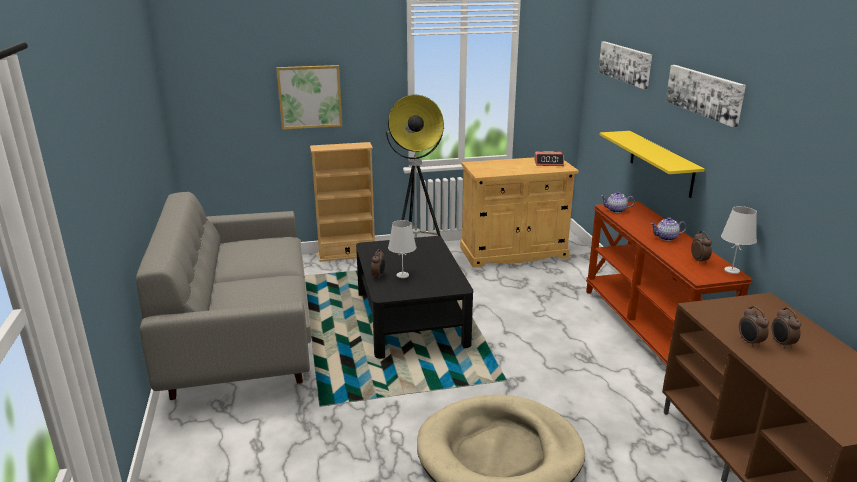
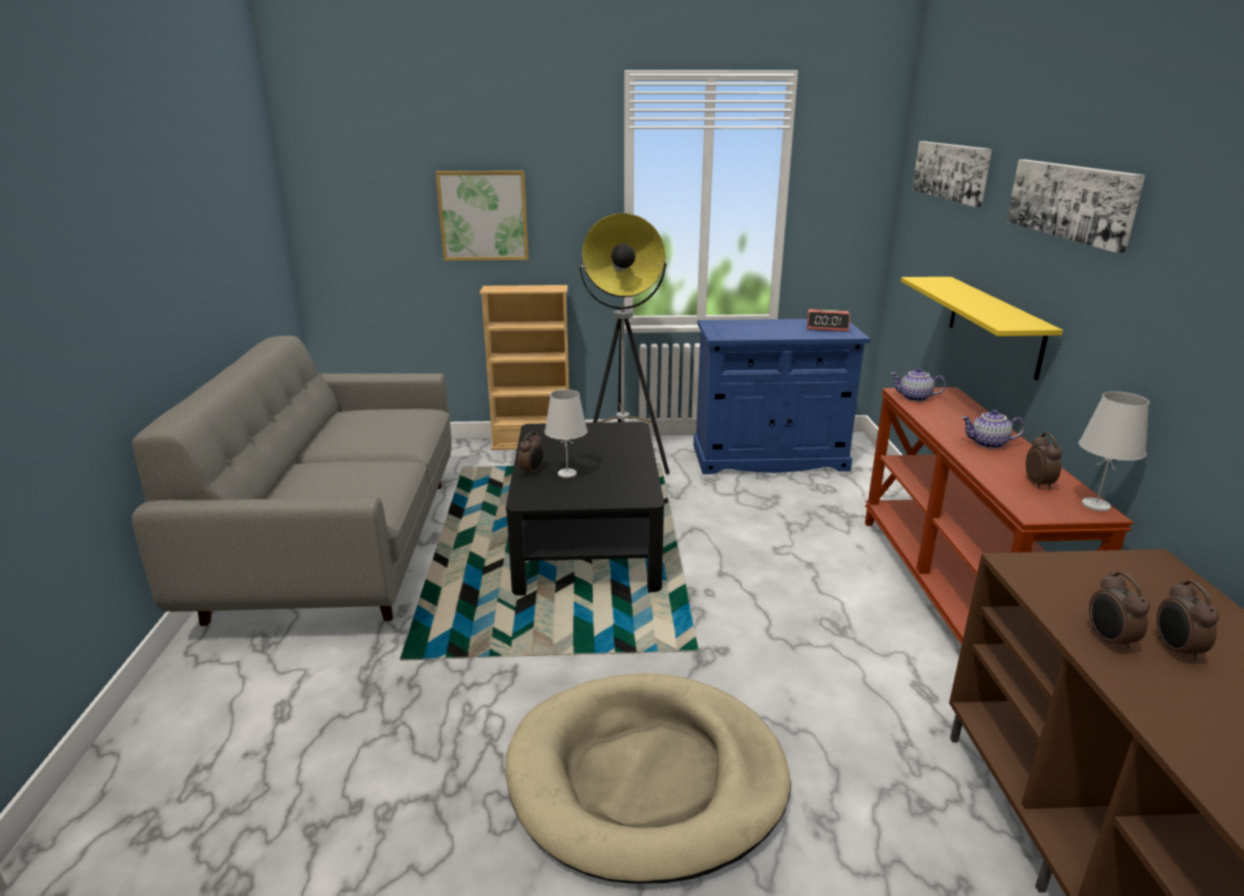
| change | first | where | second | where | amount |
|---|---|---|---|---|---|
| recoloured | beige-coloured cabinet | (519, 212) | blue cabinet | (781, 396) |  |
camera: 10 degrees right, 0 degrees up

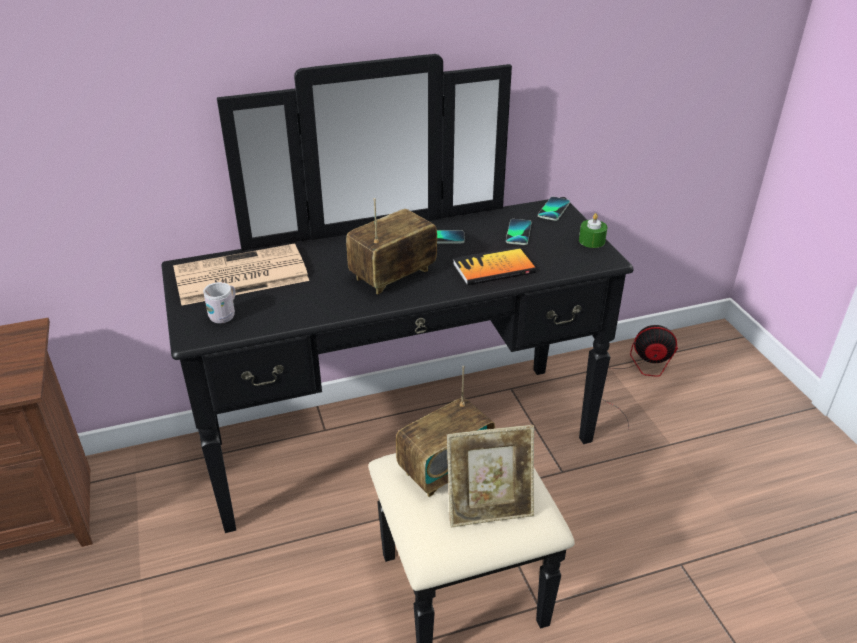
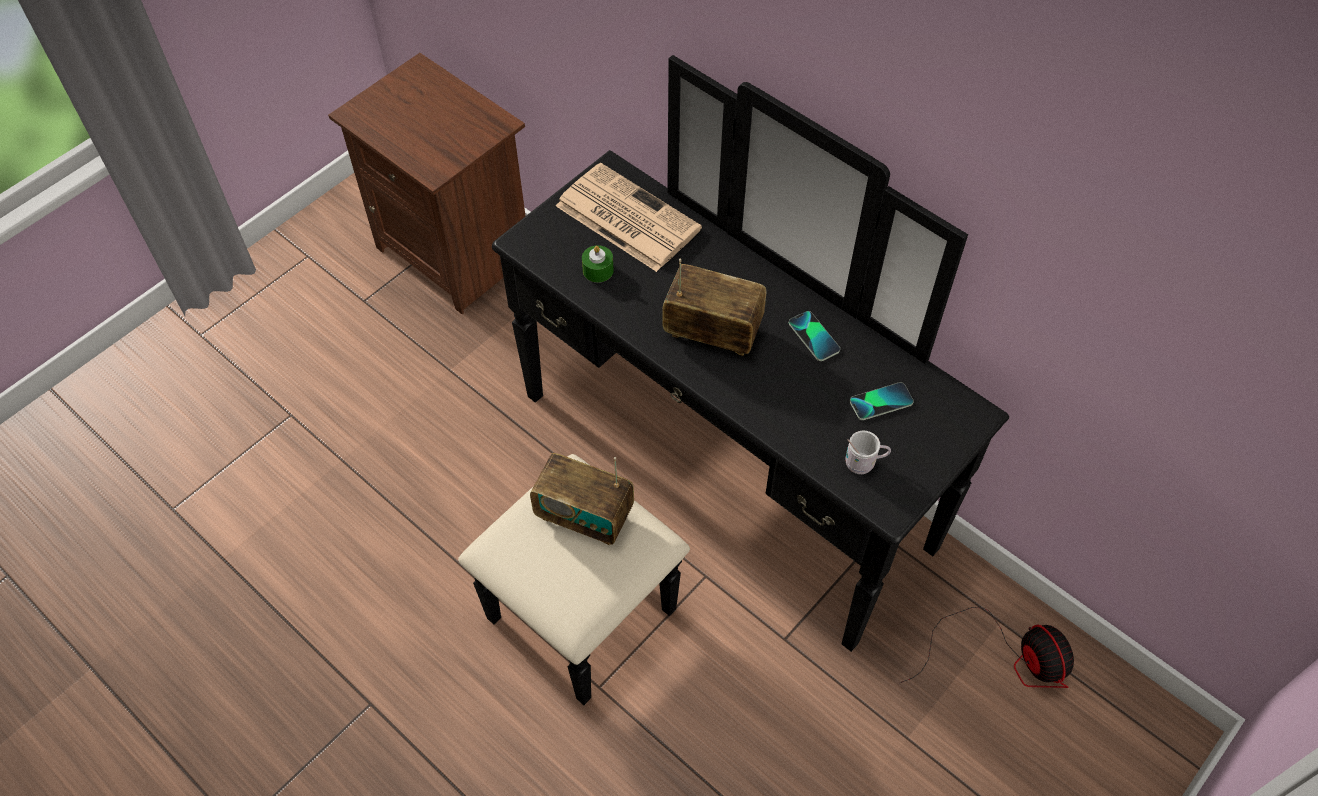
| change | first | where | second | where | amount |
|---|---|---|---|---|---|
| removed | phone | (554, 209) |  |  |  |
| moved | greenish candle | (593, 230) |  | (598, 264) |  |
| removed | volume | (494, 266) |  |  |  |
| moved | whitish coffee mug | (219, 302) |  | (868, 452) |  |
| removed | photo frame | (490, 476) |  |  |  |
camera: 60 degrees right, 20 degrees up

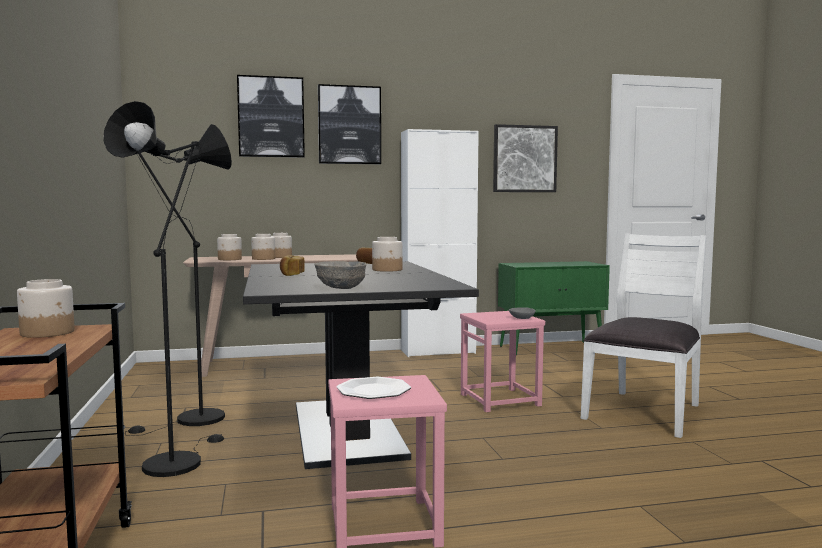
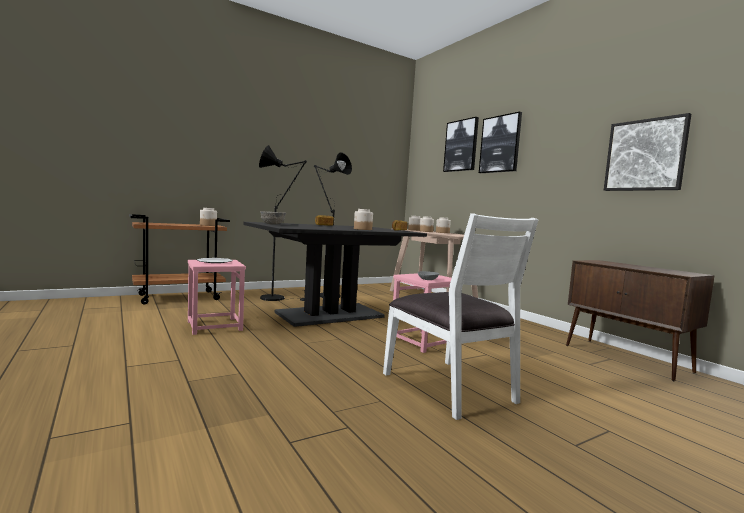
| change | first | where | second | where | amount |
|---|---|---|---|---|---|
| removed | whitish cabinet | (440, 243) |  |  |  |
| turned | whitish plain chair | (643, 335) |  | (460, 316) | 45 degrees clockwise |
| recoloured | greenish cabinet | (554, 308) | brown-coloured cabinet | (640, 320) |  |
camera: 70 degrees right, 0 degrees up

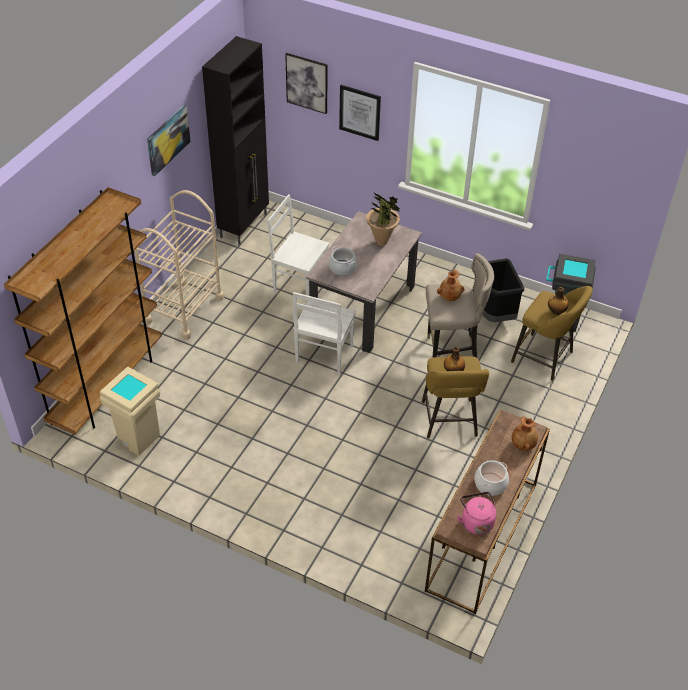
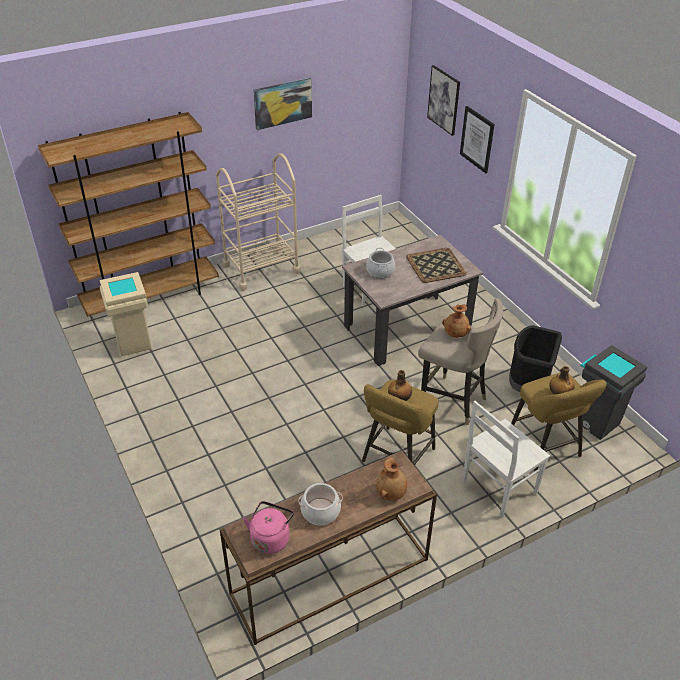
| change | first | where | second | where | amount |
|---|---|---|---|---|---|
| removed | blackish cabinet | (235, 140) |  |  |  |
| replaced | potted plant | (383, 219) | carrying tray | (436, 265) |  |
| moved | whitish plain chair | (324, 333) |  | (506, 459) |  |
camera: 35 degrees right, 5 degrees down

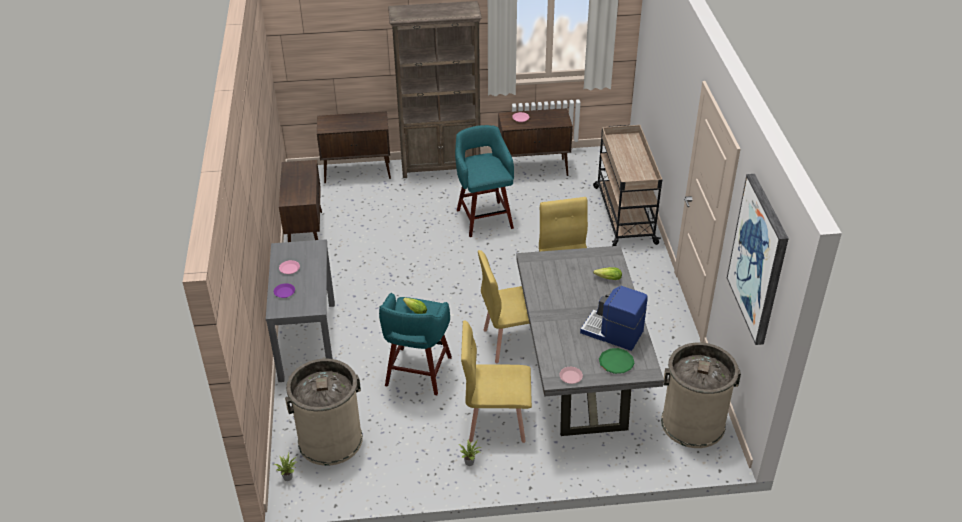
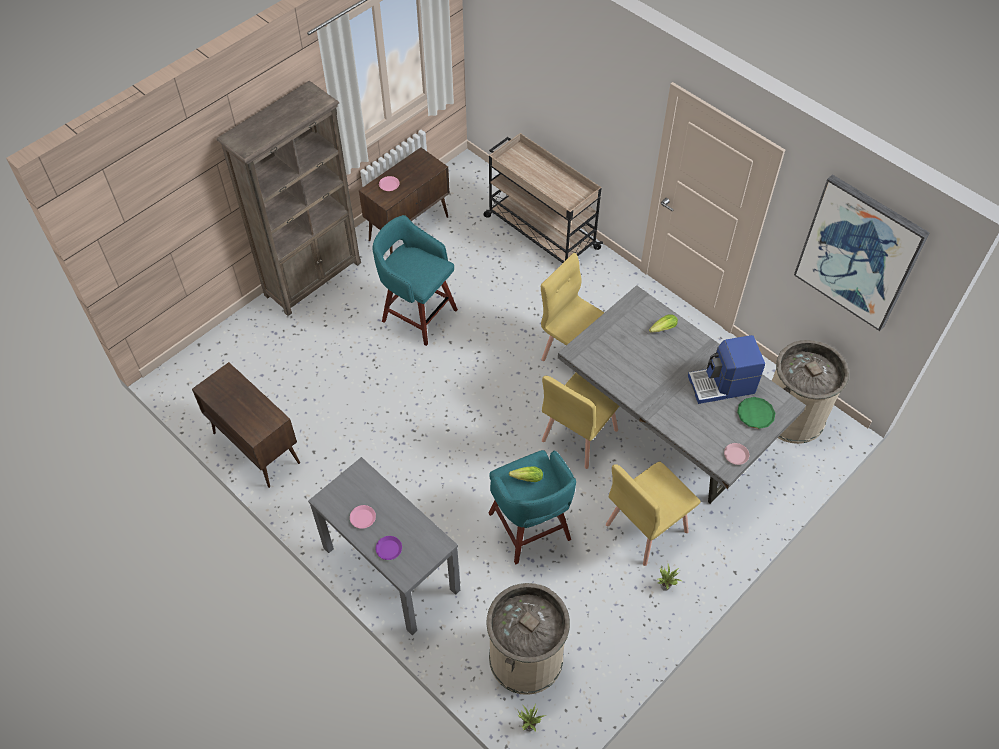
| change | first | where | second | where | amount |
|---|---|---|---|---|---|
| removed | brown-coloured cabinet | (354, 147) |  |  |  |
camera: 40 degrees left, 15 degrees up

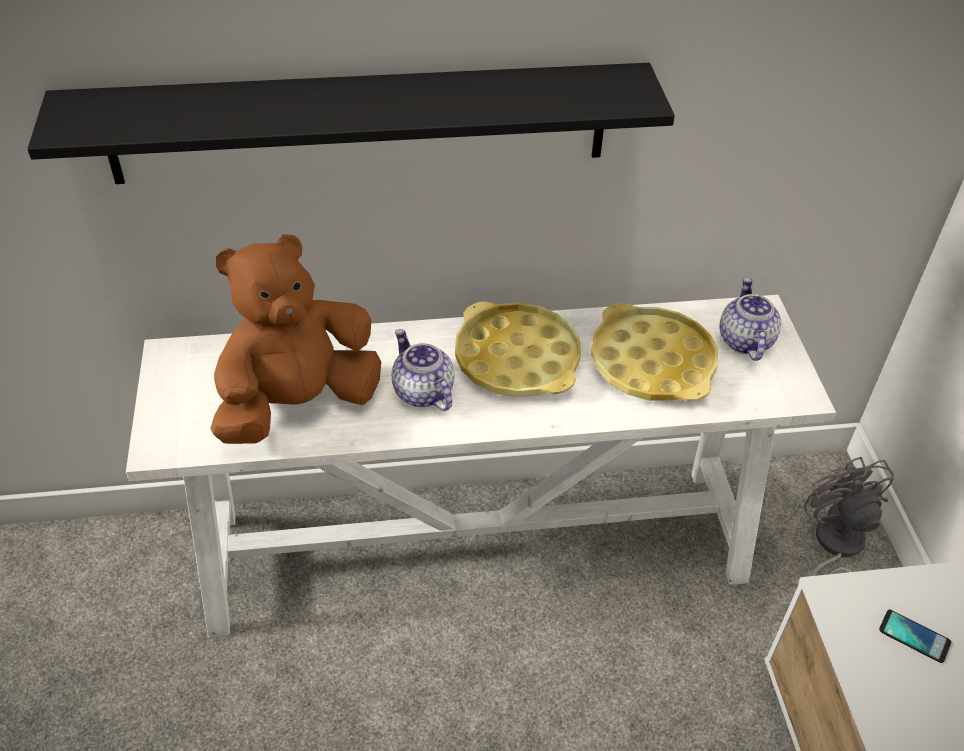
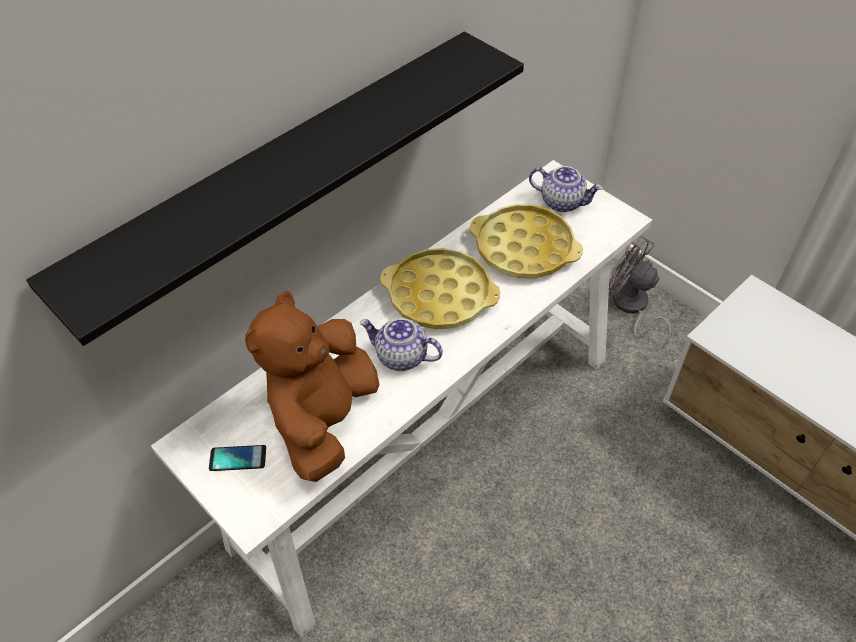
| change | first | where | second | where | amount |
|---|---|---|---|---|---|
| turned | tea pot | (750, 319) |  | (566, 189) | 150 degrees clockwise |
| moved | phone | (915, 636) |  | (237, 458) |  |
camera: 35 degrees left, 5 degrees up

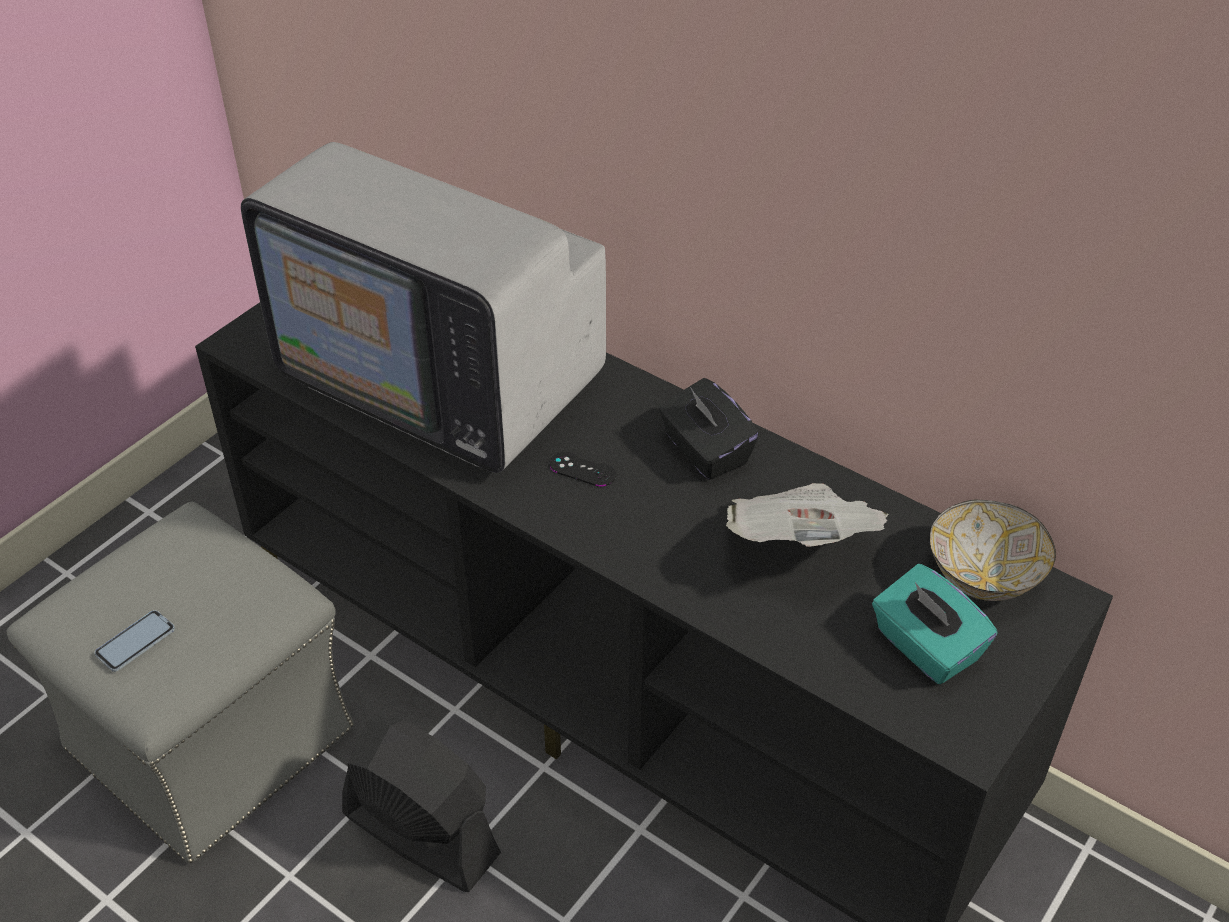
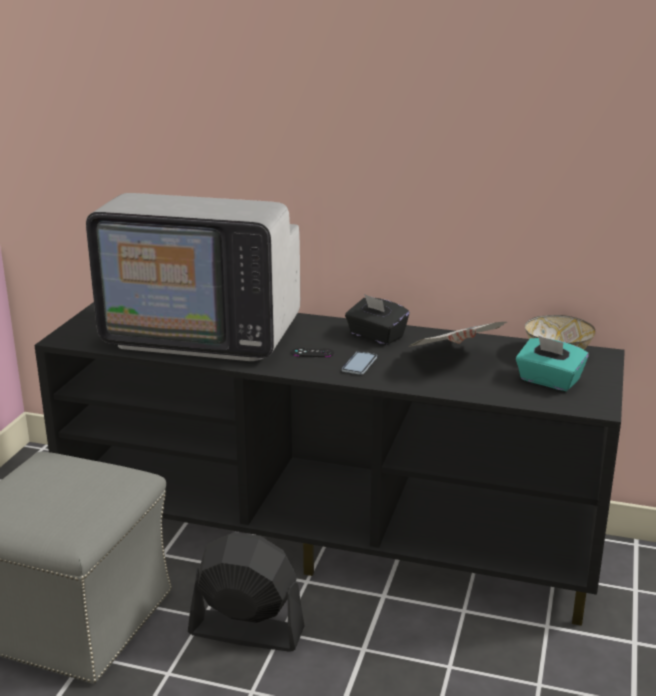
| change | first | where | second | where | amount |
|---|---|---|---|---|---|
| moved | phone | (135, 641) |  | (359, 363) |  |
camera: 20 degrees left, 20 degrees down

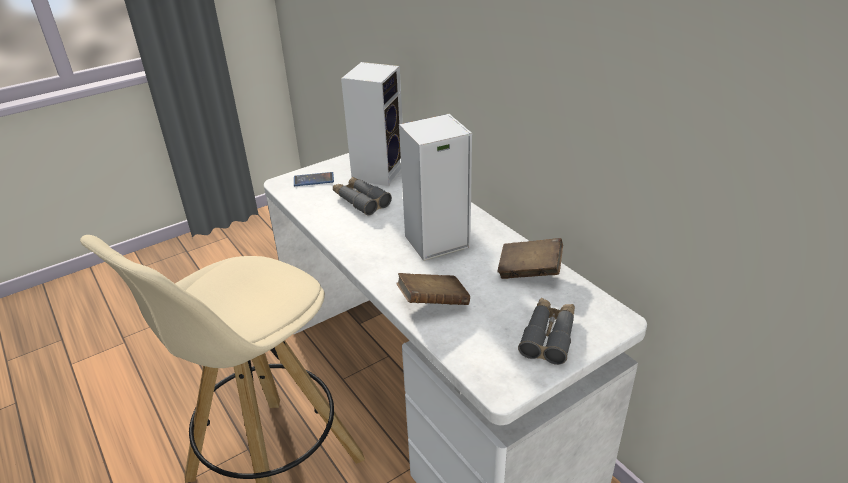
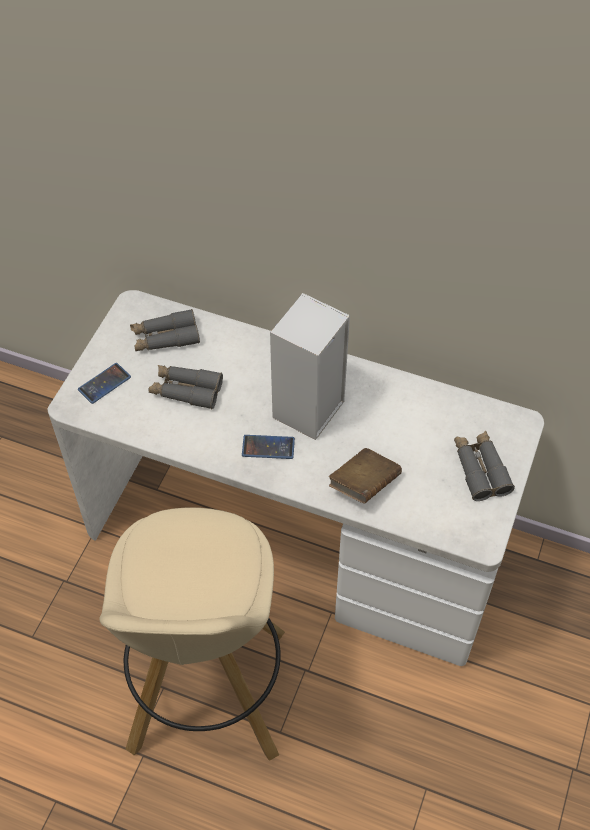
| change | first | where | second | where | amount |
|---|---|---|---|---|---|
| replaced | audio speaker | (372, 124) | gray field glasses | (165, 330) |  |
| removed | brown-coloured volume | (530, 258) |  |  |  |
| added |  |  | phone | (268, 447) |  |
camera: 35 degrees left, 20 degrees up

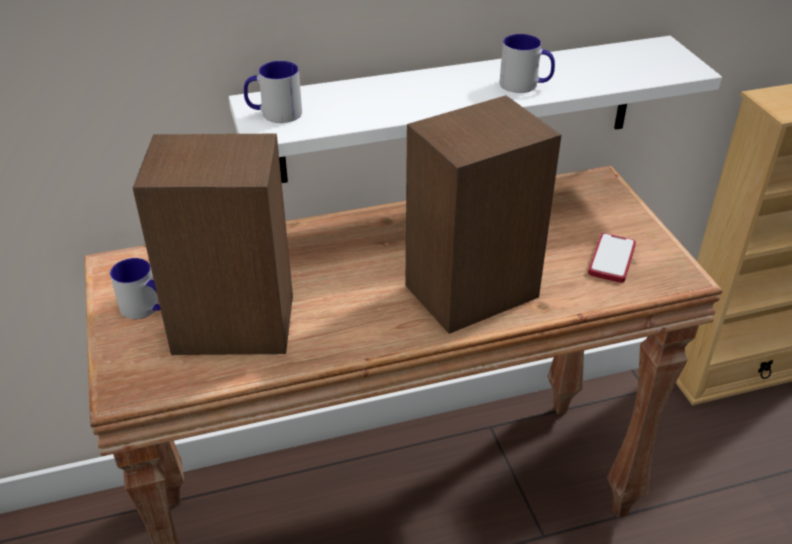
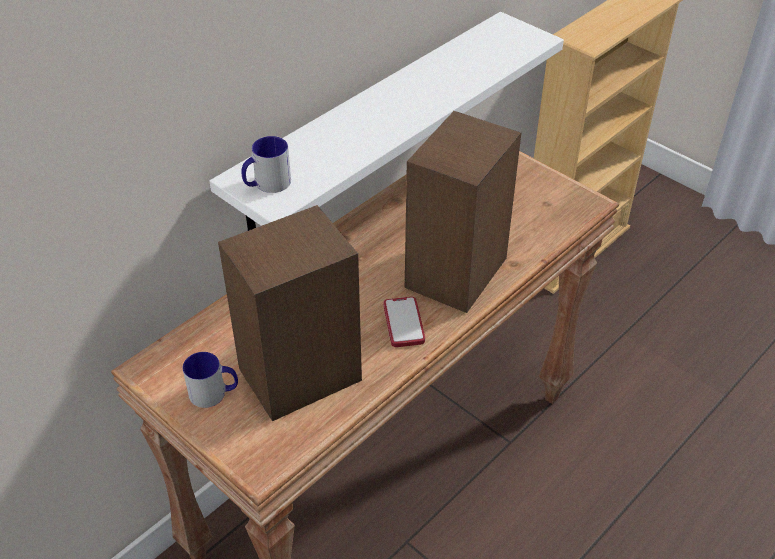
| change | first | where | second | where | amount |
|---|---|---|---|---|---|
| removed | coffee mug | (527, 63) |  |  |  |
| moved | phone | (612, 258) |  | (404, 322) |  |
camera: 30 degrees left, 5 degrees up

